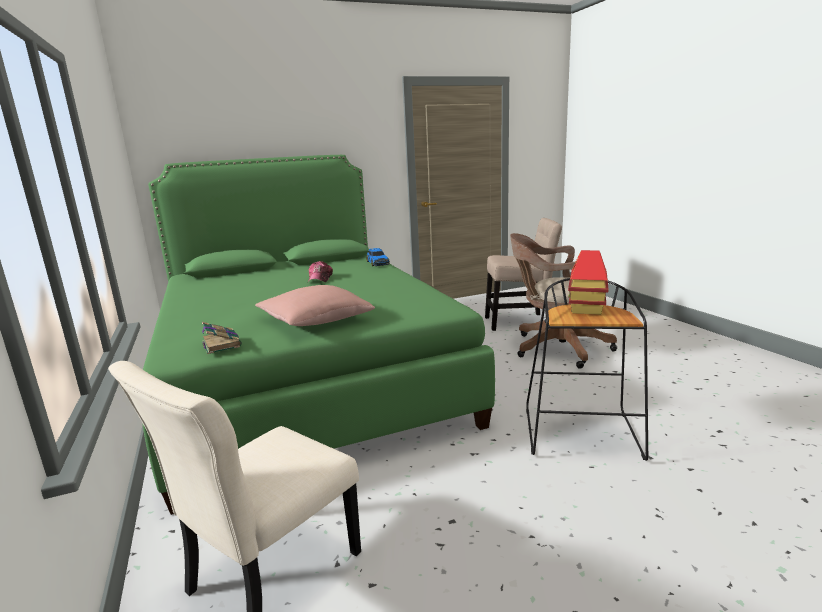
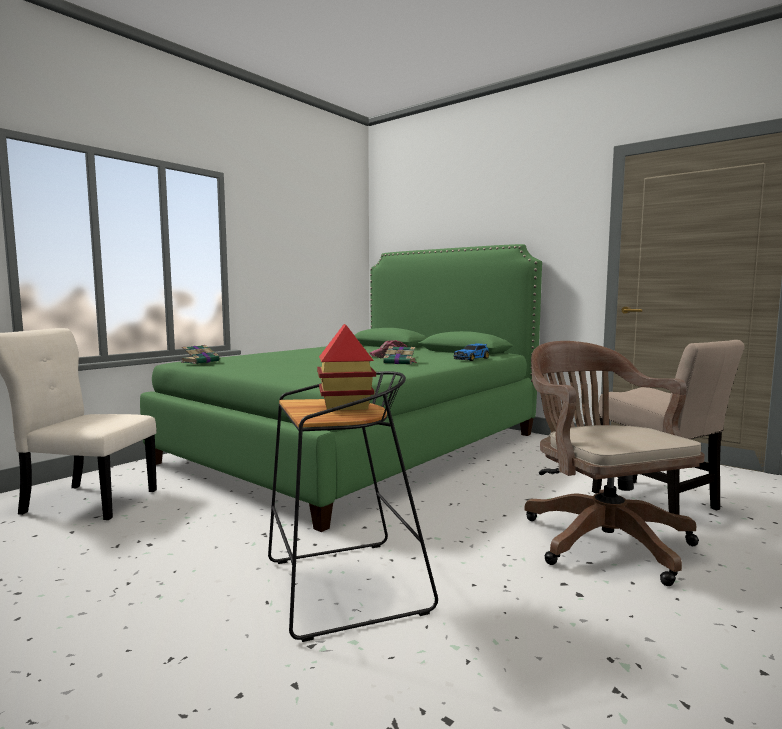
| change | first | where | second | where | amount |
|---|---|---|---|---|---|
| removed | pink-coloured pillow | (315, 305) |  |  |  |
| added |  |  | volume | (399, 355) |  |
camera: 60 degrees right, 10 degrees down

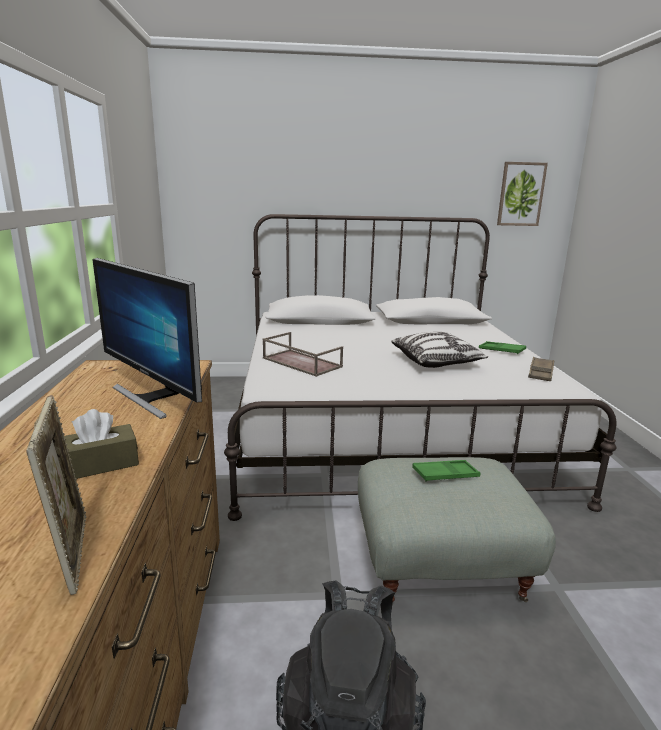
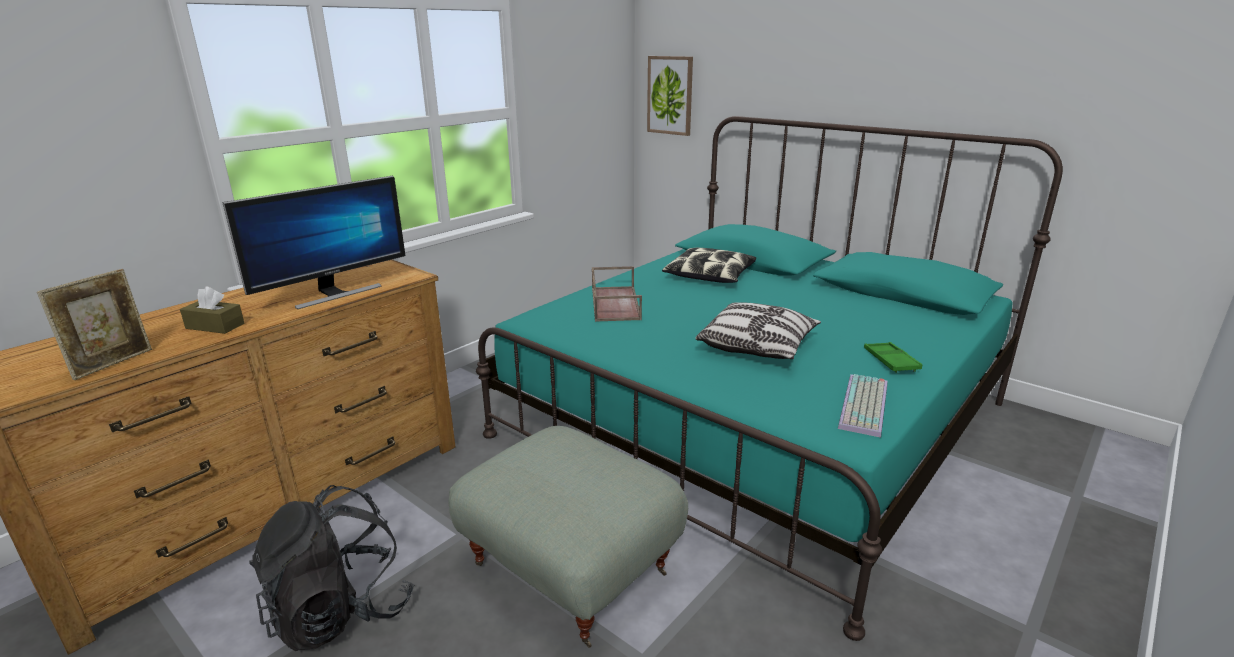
| change | first | where | second | where | amount |
|---|---|---|---|---|---|
| moved | wall picture | (522, 194) |  | (670, 96) |  |
| recoloured | whitish sleeping bed | (420, 367) | blue-green sleeping bed | (769, 378) |  |
| turned | monitor | (147, 338) |  | (314, 242) | 135 degrees counterclockwise |
| replaced | brown-coloured carrying tray | (541, 369) | PC keyboard | (862, 406) |  |
| removed | greenish carrying tray | (446, 471) |  |  |  |
| added |  |  | pillow | (709, 265) |  |
camera: 45 degrees right, 5 degrees up

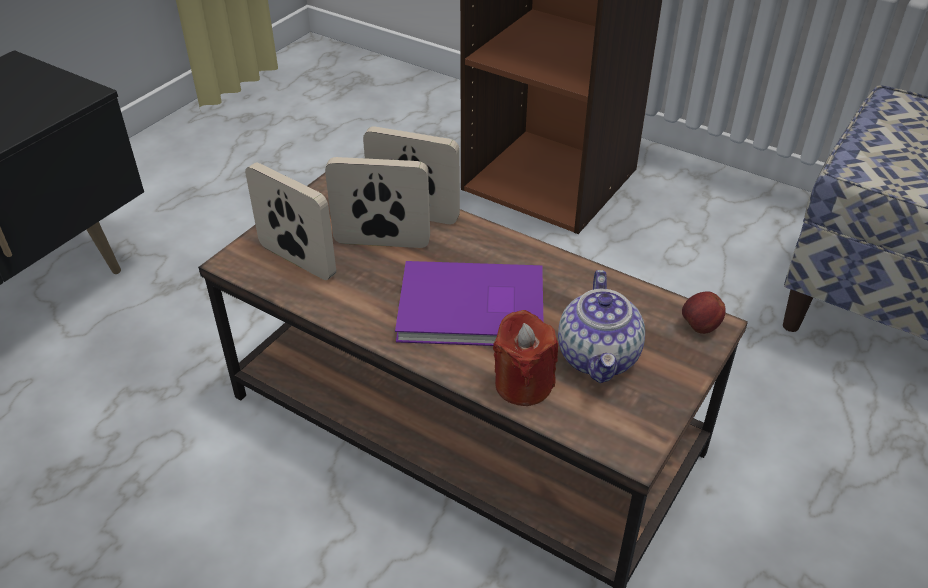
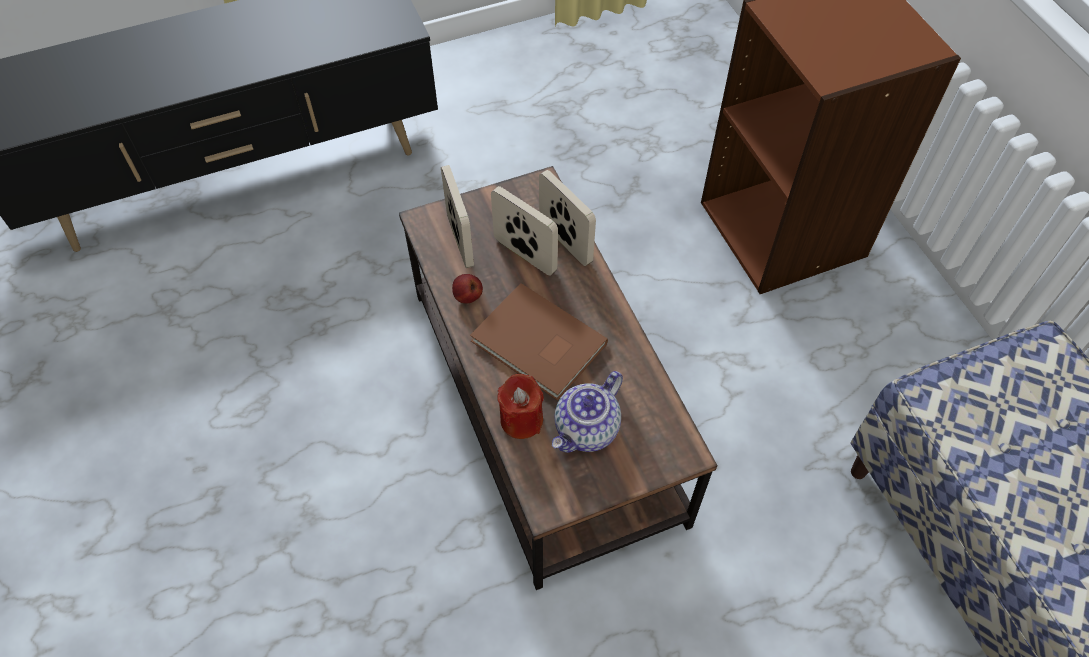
| change | first | where | second | where | amount |
|---|---|---|---|---|---|
| recoloured | purple-coloured volume | (469, 303) | brown-coloured volume | (539, 342) |  |
| moved | apple fruit | (704, 313) |  | (467, 288) |  |
camera: 35 degrees right, 15 degrees up

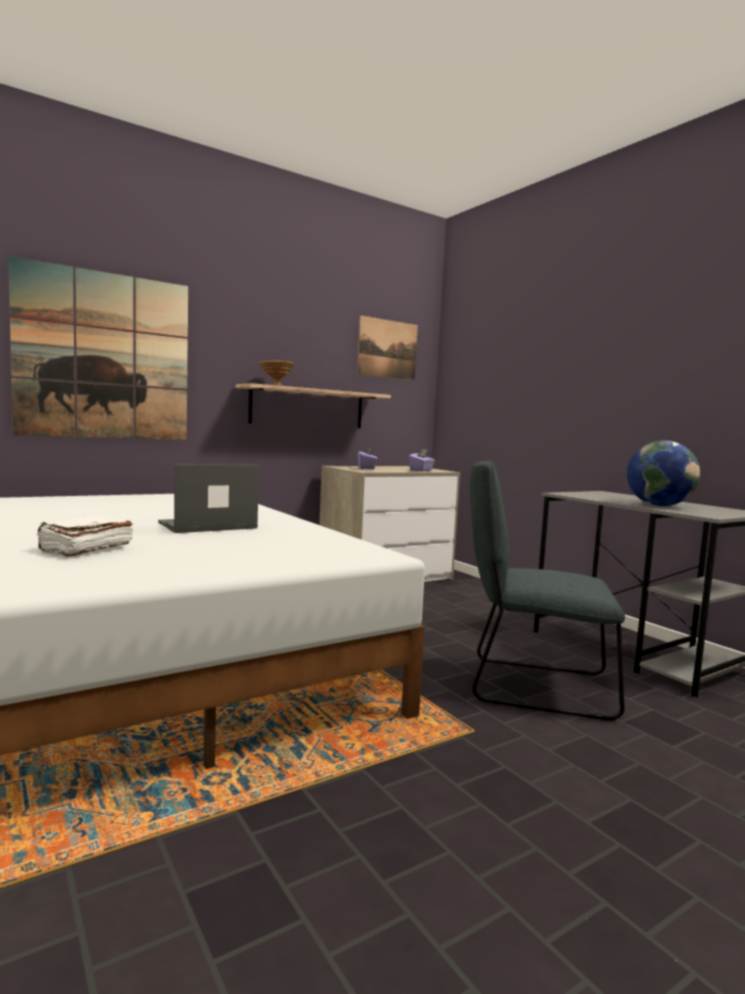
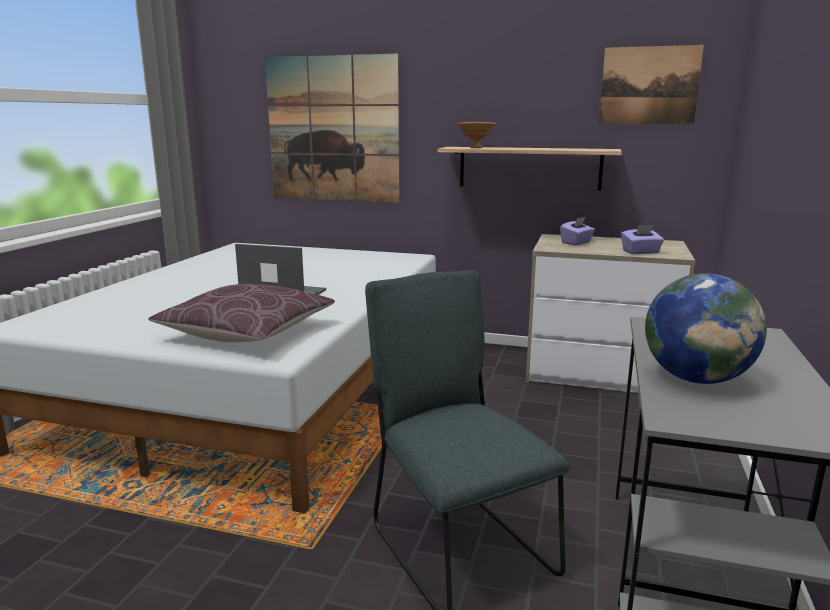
| change | first | where | second | where | amount |
|---|---|---|---|---|---|
| removed | whitish volume | (85, 536) |  |  |  |
| added |  |  | brown-coloured pillow | (241, 313) |  |
camera: 50 degrees right, 10 degrees up

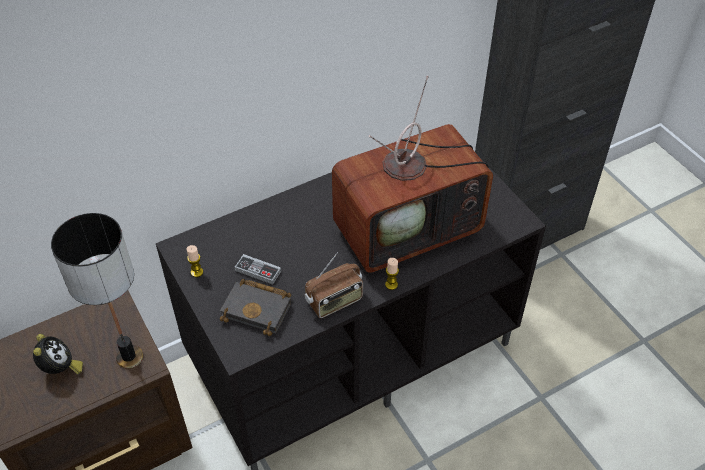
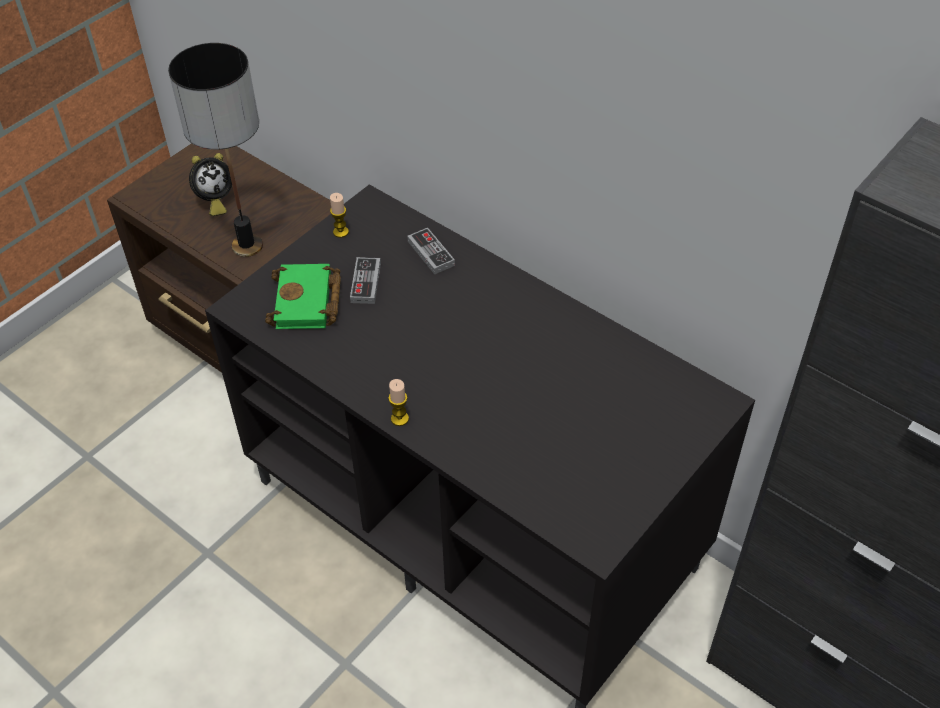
| change | first | where | second | where | amount |
|---|---|---|---|---|---|
| removed | TV | (412, 174) |  |  |  |
| removed | radio | (334, 285) |  |  |  |
| recoloured | blackish volume | (255, 307) | greenish volume | (303, 296) |  |
| added |  |  | game controller | (431, 251) |  |
camera: 70 degrees right, 0 degrees up

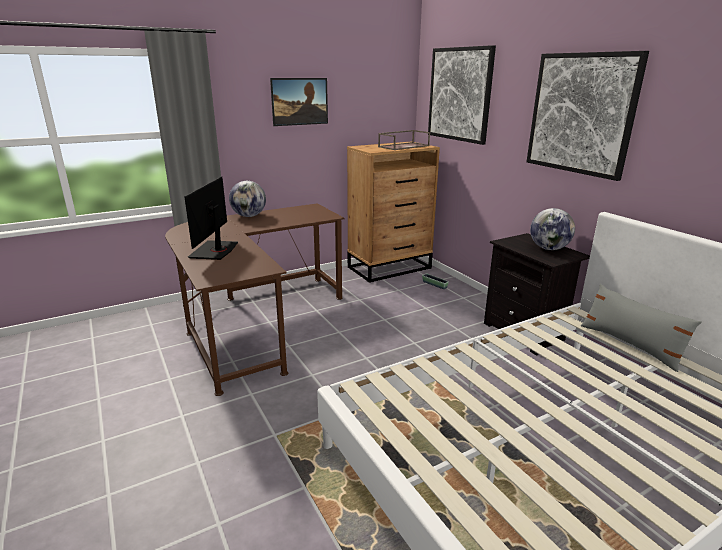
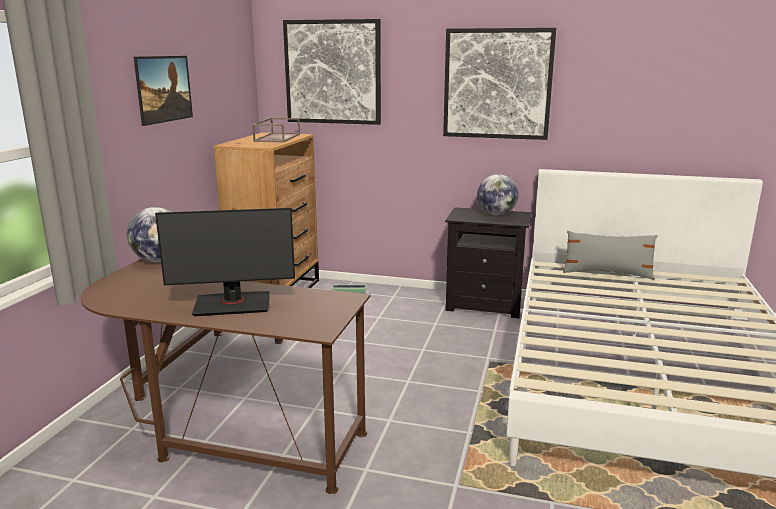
| change | first | where | second | where | amount |
|---|---|---|---|---|---|
| turned | monitor | (211, 218) |  | (225, 262) | 60 degrees counterclockwise |
camera: 45 degrees left, 5 degrees down

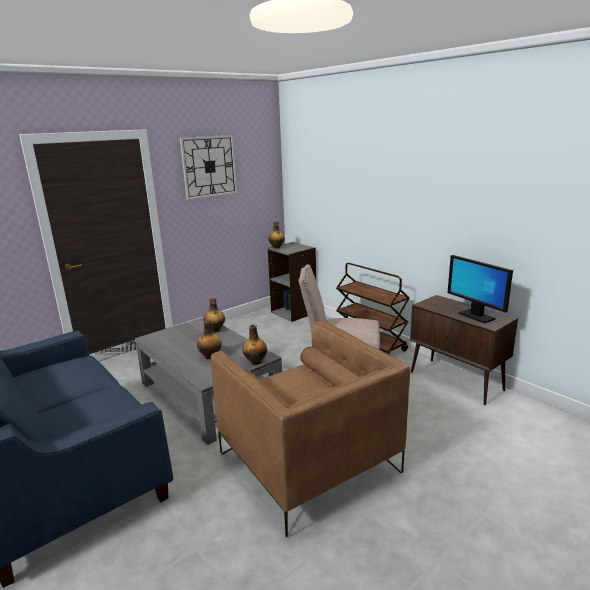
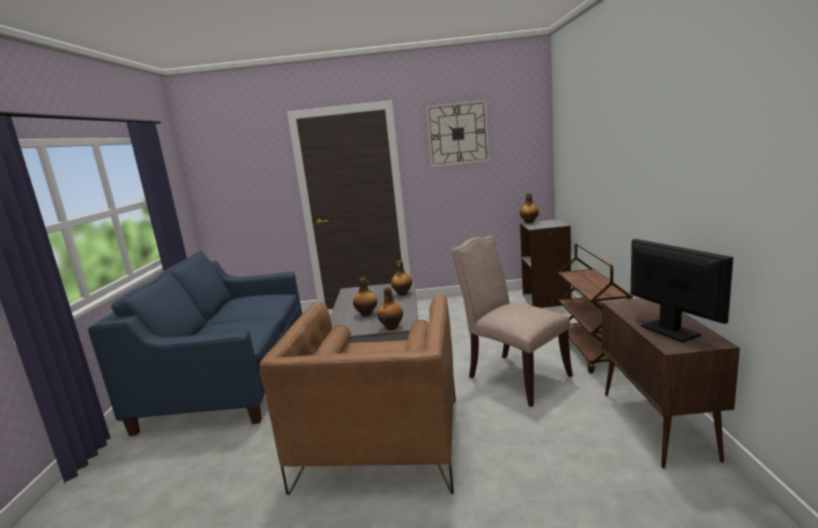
| change | first | where | second | where | amount |
|---|---|---|---|---|---|
| turned | monitor | (480, 289) |  | (682, 291) | 150 degrees clockwise |
camera: 40 degrees right, 5 degrees down

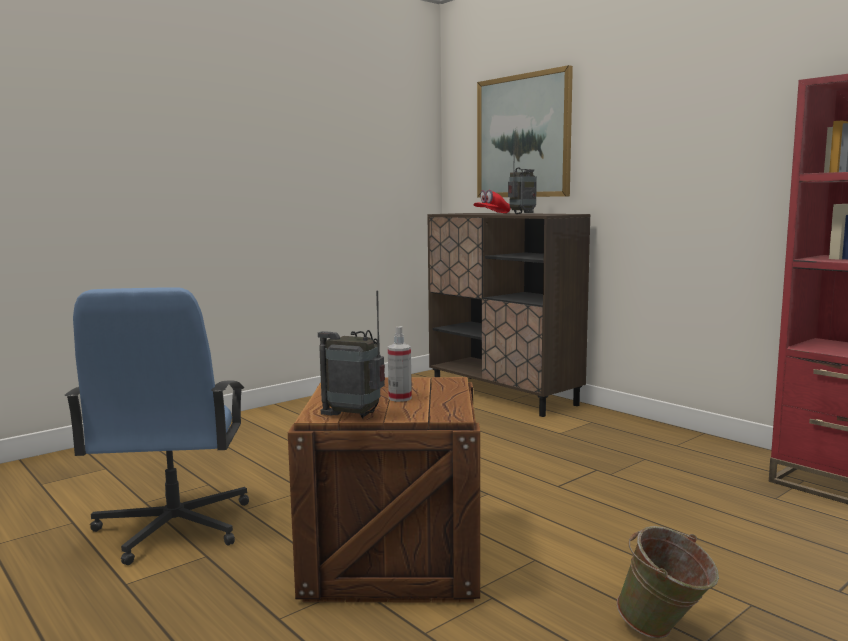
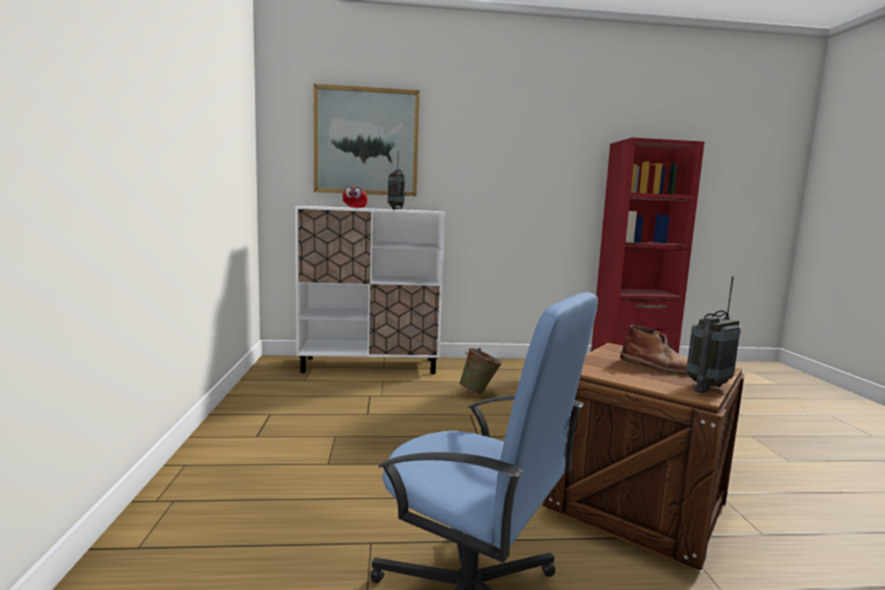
| change | first | where | second | where | amount |
|---|---|---|---|---|---|
| recoloured | brown-coloured cabinet | (509, 315) | whitish cabinet | (370, 290) |  |
| replaced | sprayer | (400, 364) | brown-coloured high-top boot | (654, 350) |  |
| moved | greenish pail | (668, 582) |  | (480, 371) |  |
camera: 55 degrees left, 0 degrees up

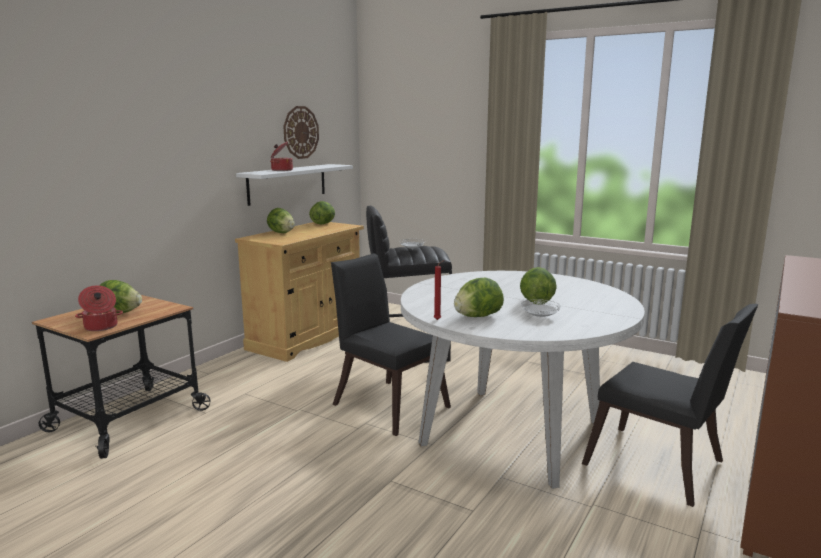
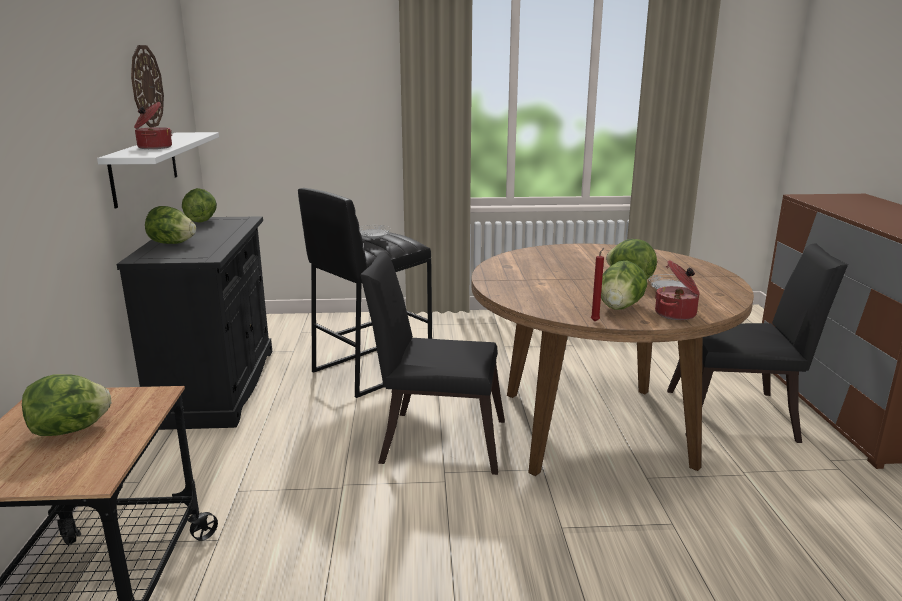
| change | first | where | second | where | amount |
|---|---|---|---|---|---|
| recoloured | beige-coloured cabinet | (299, 292) | blackish cabinet | (194, 323) |  |
| recoloured | whitish kitchen table | (523, 380) | brown-coloured kitchen table | (613, 360) |  |
| moved | stockpot | (99, 308) |  | (677, 290) |  |
camera: 35 degrees left, 5 degrees up

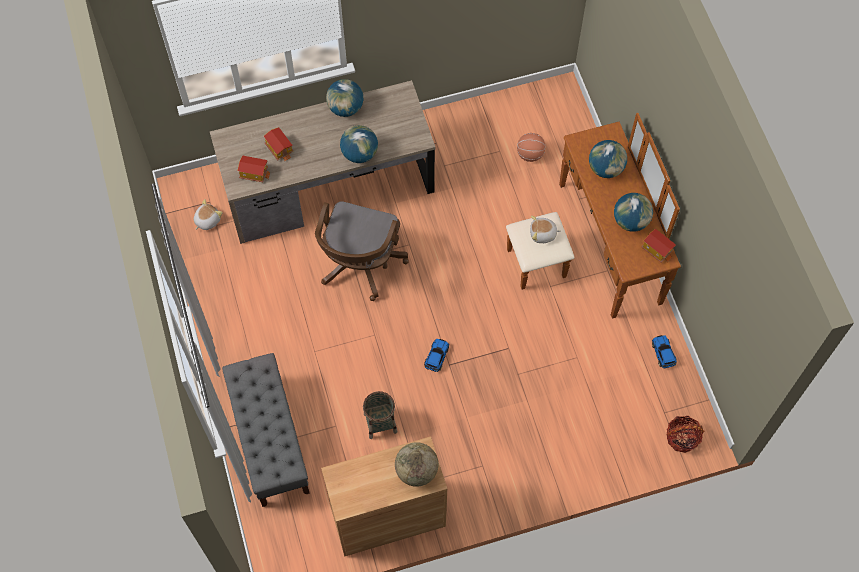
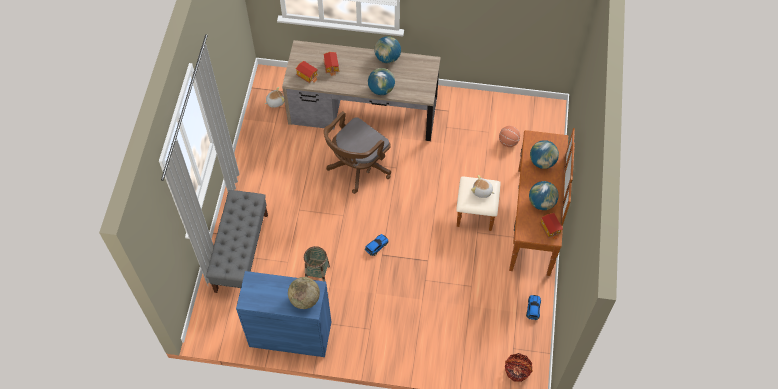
| change | first | where | second | where | amount |
|---|---|---|---|---|---|
| recoloured | brown-coloured cabinet | (384, 496) | blue cabinet | (283, 314) |  |
camera: 25 degrees right, 5 degrees down

